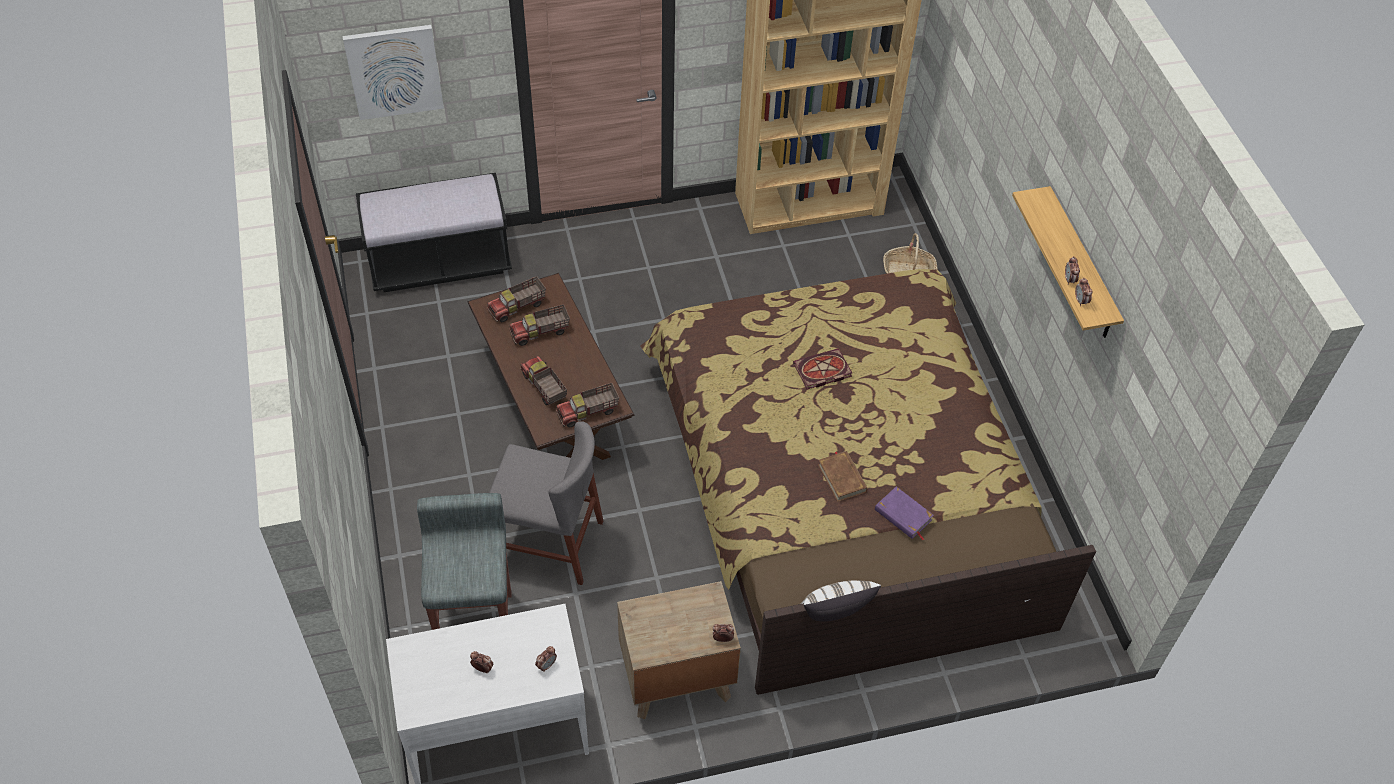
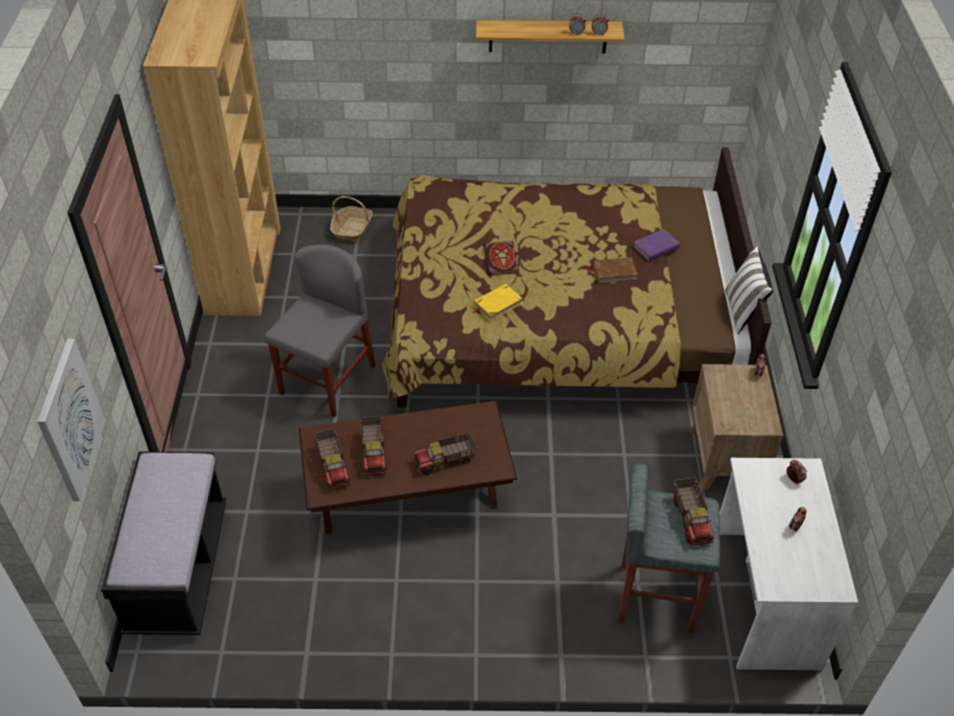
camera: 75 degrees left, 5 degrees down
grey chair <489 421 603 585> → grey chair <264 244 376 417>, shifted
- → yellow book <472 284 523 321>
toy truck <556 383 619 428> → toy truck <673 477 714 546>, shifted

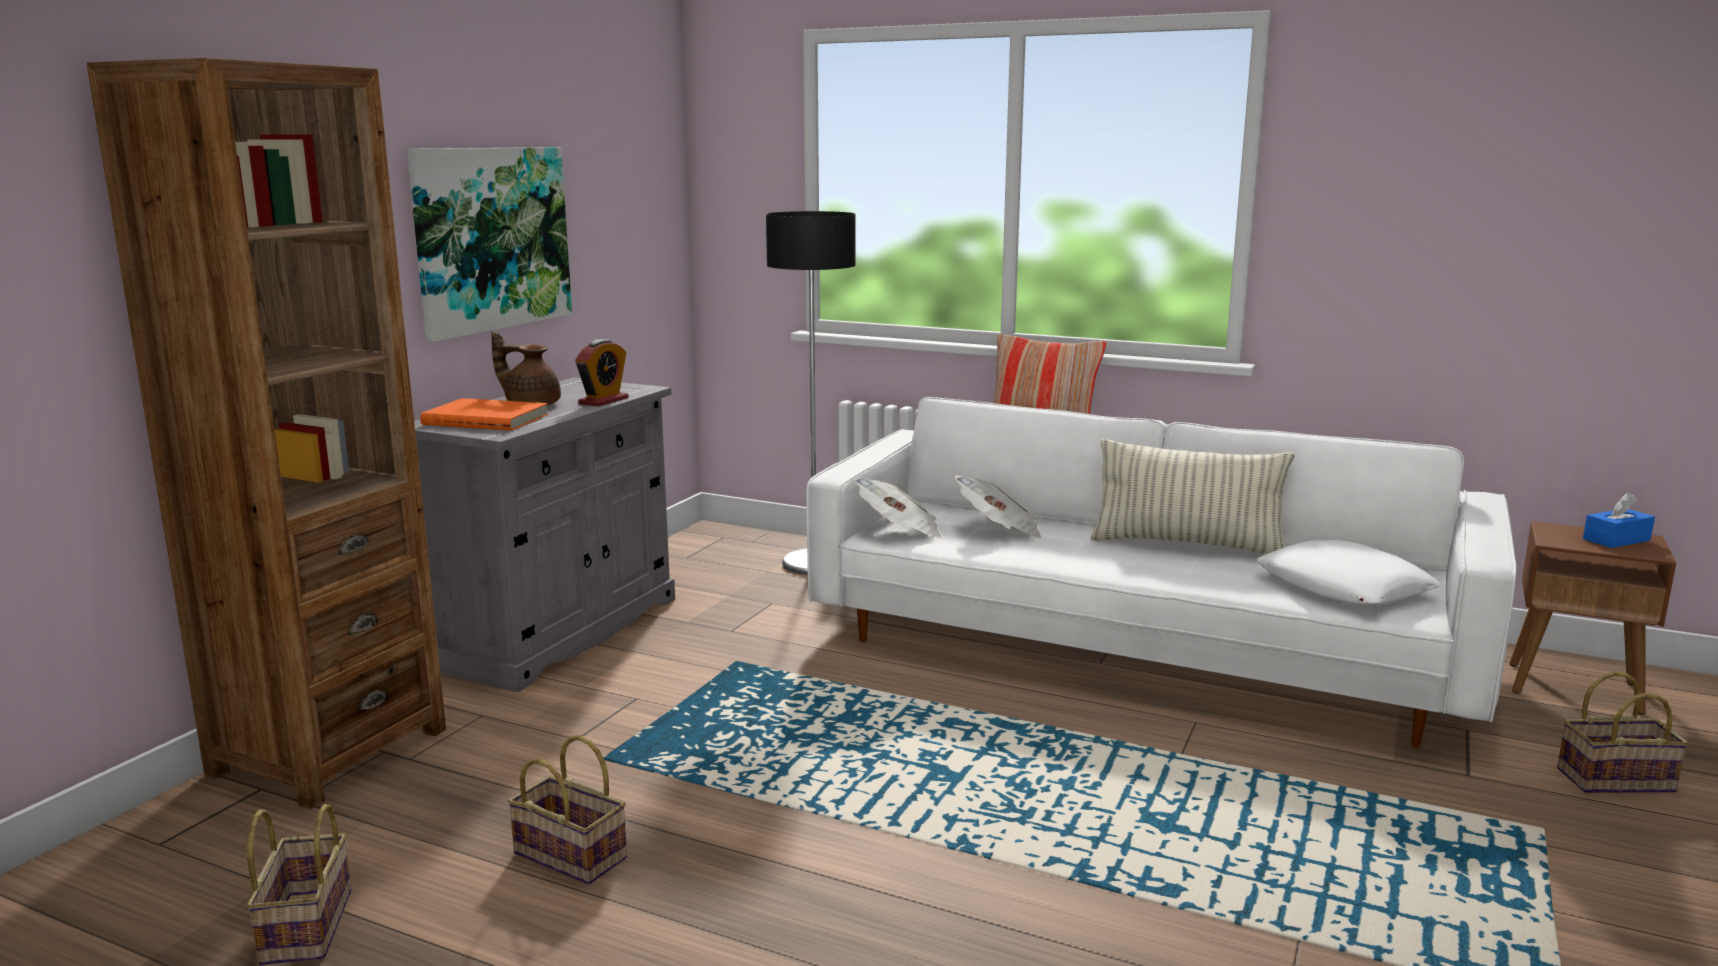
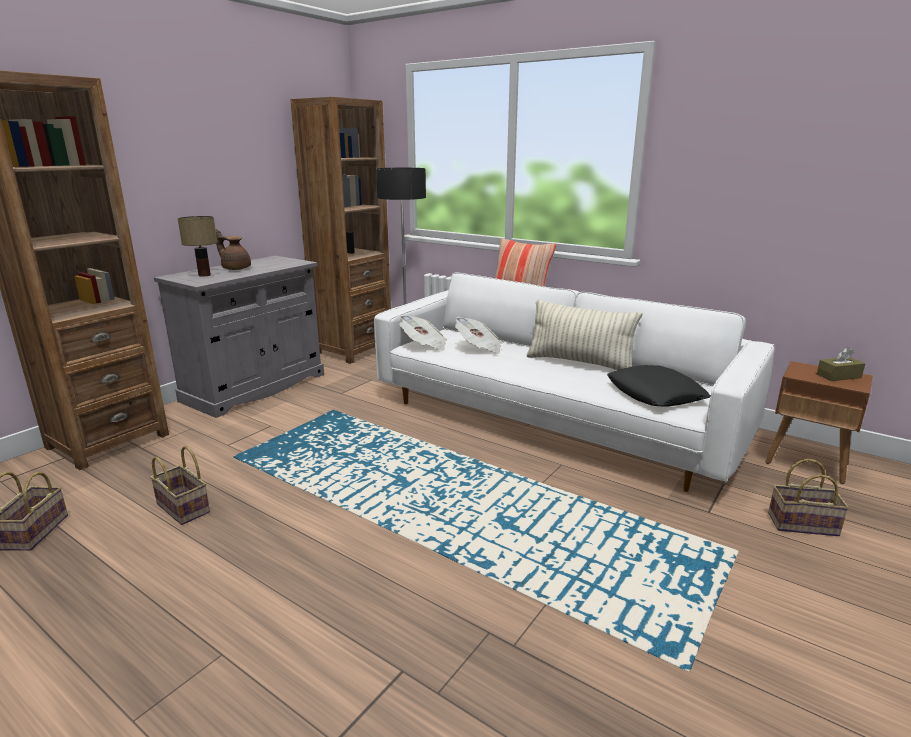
camera: 10 degrees right, 5 degrees up
orange book <420 398 548 431> → table lamp <178 216 217 277>
- → brown bookcase <290 97 391 364>
white pillow <1256 540 1442 606> → black pillow <607 365 711 407>
blue tissue box <1583 492 1655 548> → brown tissue box <817 347 866 381>
picture <407 147 572 342> → -
alarm clock <575 339 629 406> → -

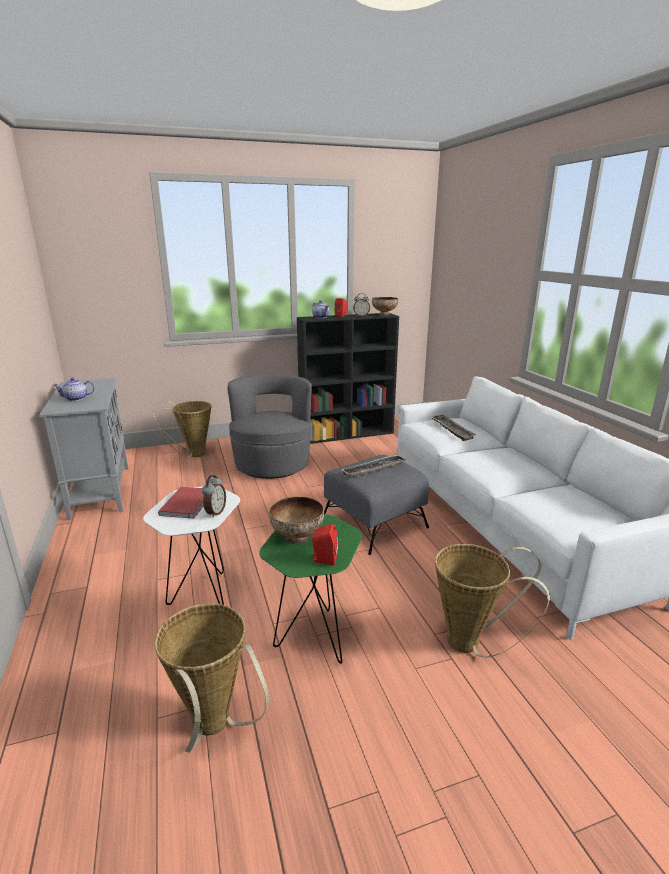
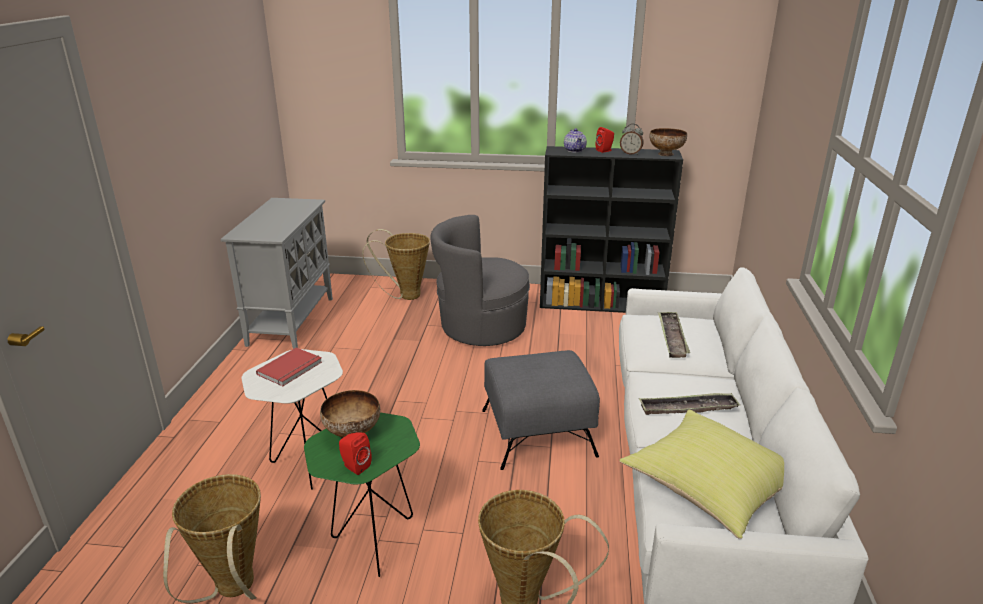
camera: 25 degrees right, 5 degrees up
grey armchair <227 374 312 479> → grey armchair <430 215 530 346>, 120 degrees counterclockwise
- → yellow pillow <619 410 784 539>
tray <342 455 407 478> → tray <639 393 740 415>, shifted
teapot <53 378 95 401> → -
alarm clock <202 475 226 518> → -

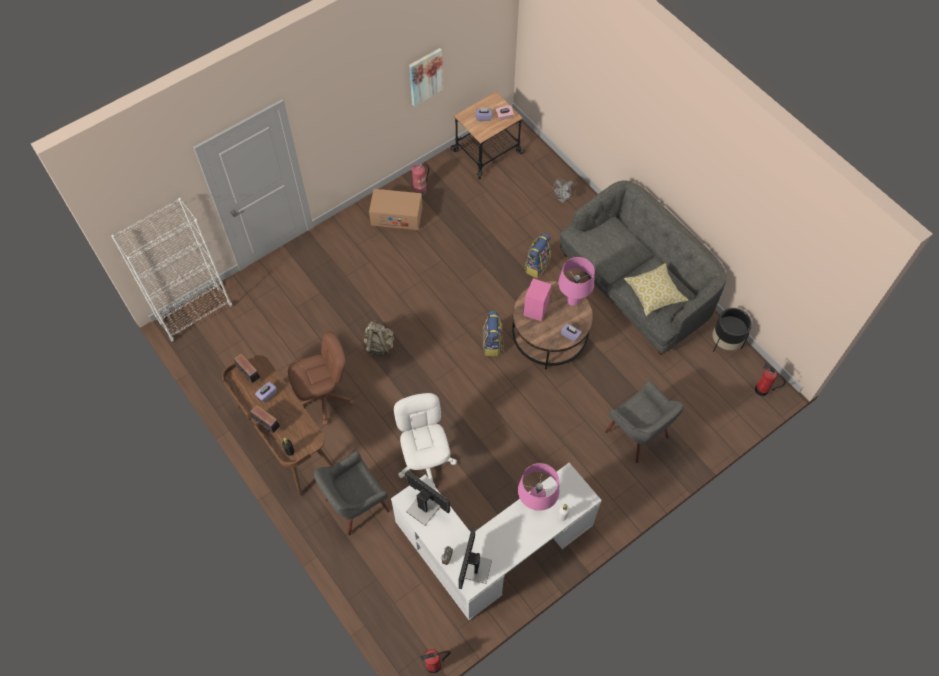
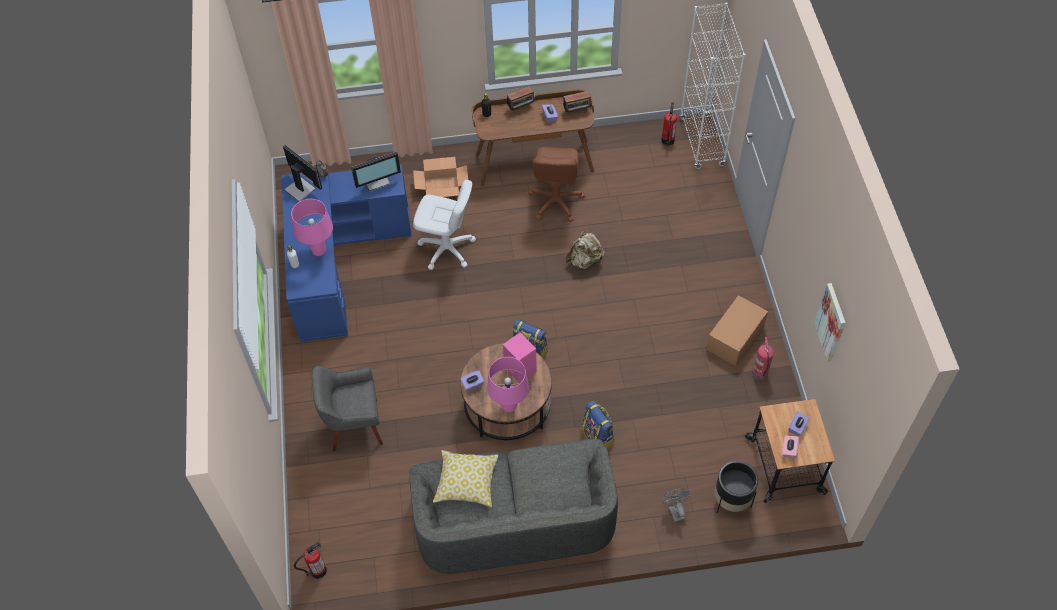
camera: 120 degrees right, 5 degrees down
white desk <391 463 602 621> → blue desk <281 164 412 342>
grey armchair <314 451 390 536> → cardboard box <413 157 468 197>
fire extinguisher <420 649 451 673> → fire extinguisher <662 102 677 146>, shifted
black planter <712 308 752 352> → black planter <714 461 758 513>, shifted

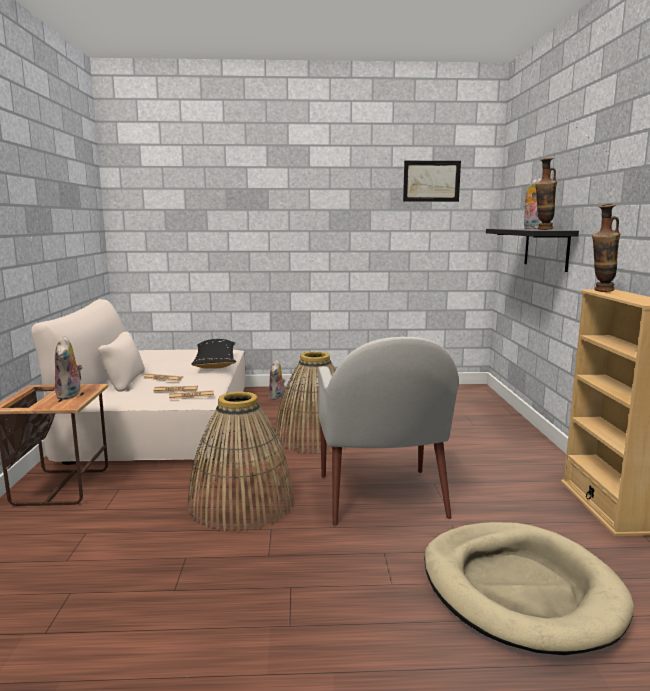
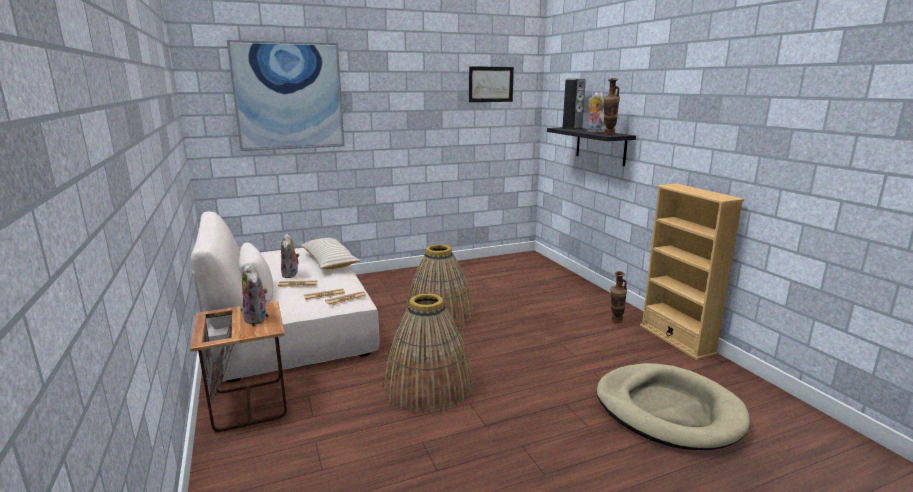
camera: 20 degrees left, 5 degrees up
- → picture <227 40 345 151>
plush toy <269 360 286 400> → plush toy <281 234 299 278>, shifted
black pillow <191 339 236 369> → beige pillow <300 238 360 269>
- → speaker <561 79 586 130>
vase <592 204 620 292> → vase <610 271 627 323>, shifted
white armchair <318 337 459 526> → -

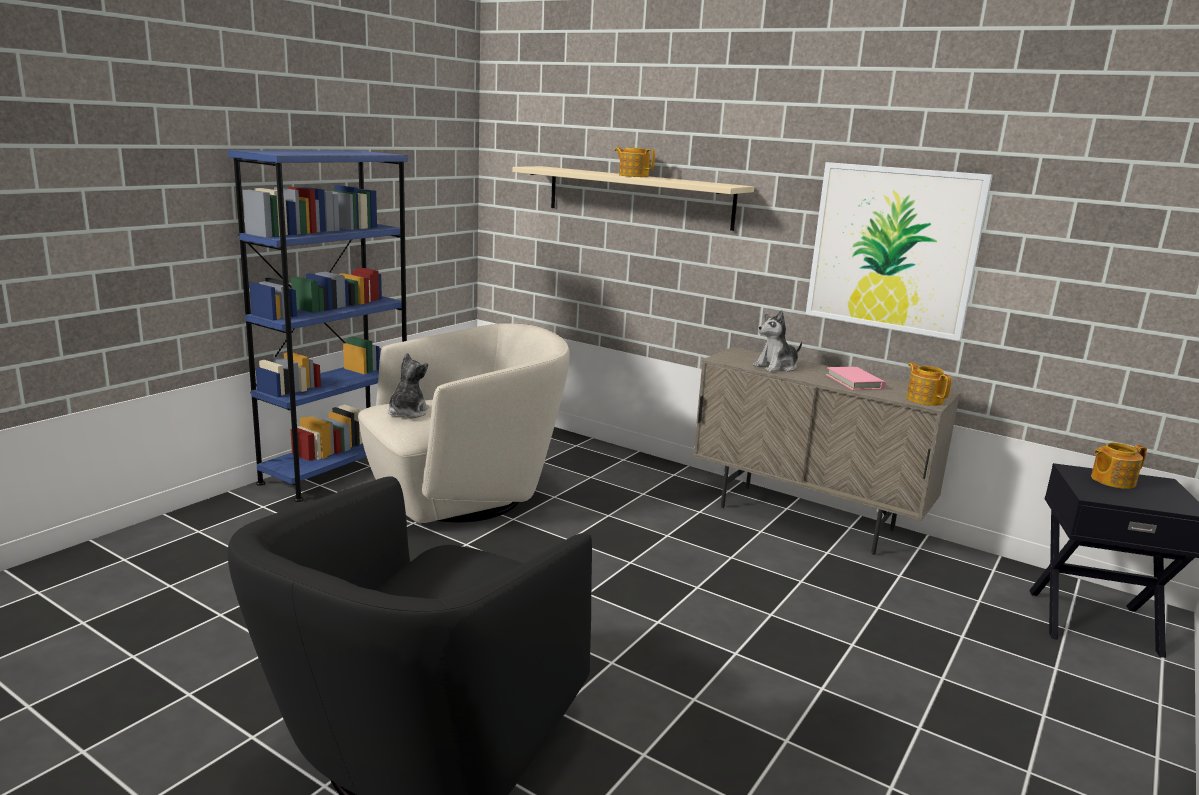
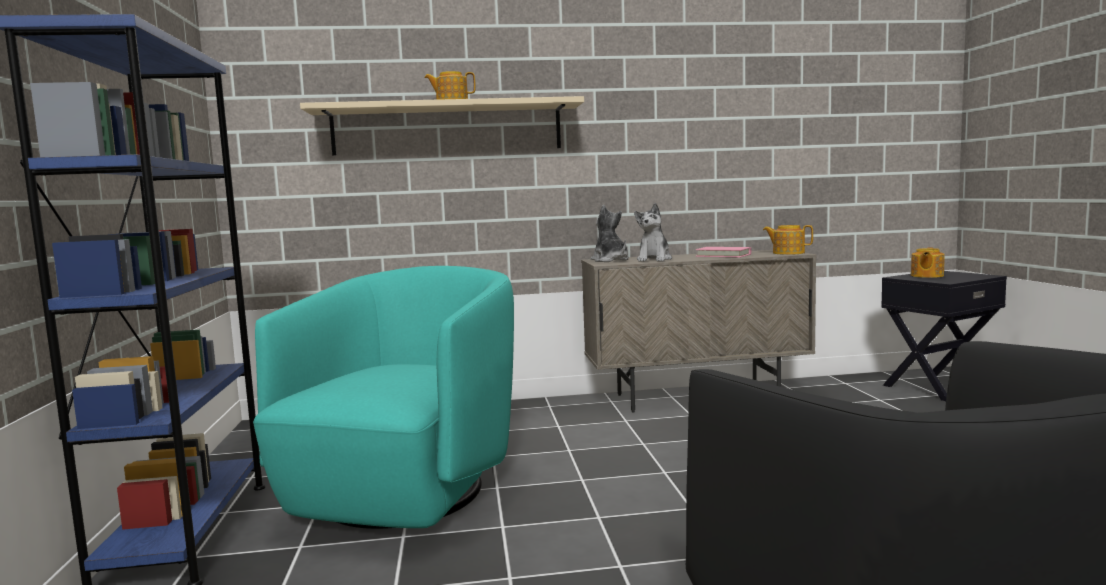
camera: 40 degrees left, 10 degrees down
beige armchair <358 323 570 523> → turquoise armchair <253 266 514 529>
plush toy <388 352 429 418> → plush toy <591 205 629 262>, shifted
picture <806 162 993 341> → -

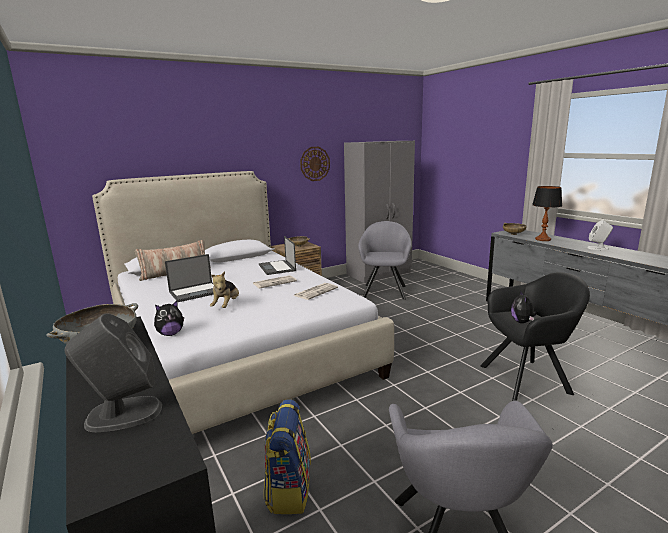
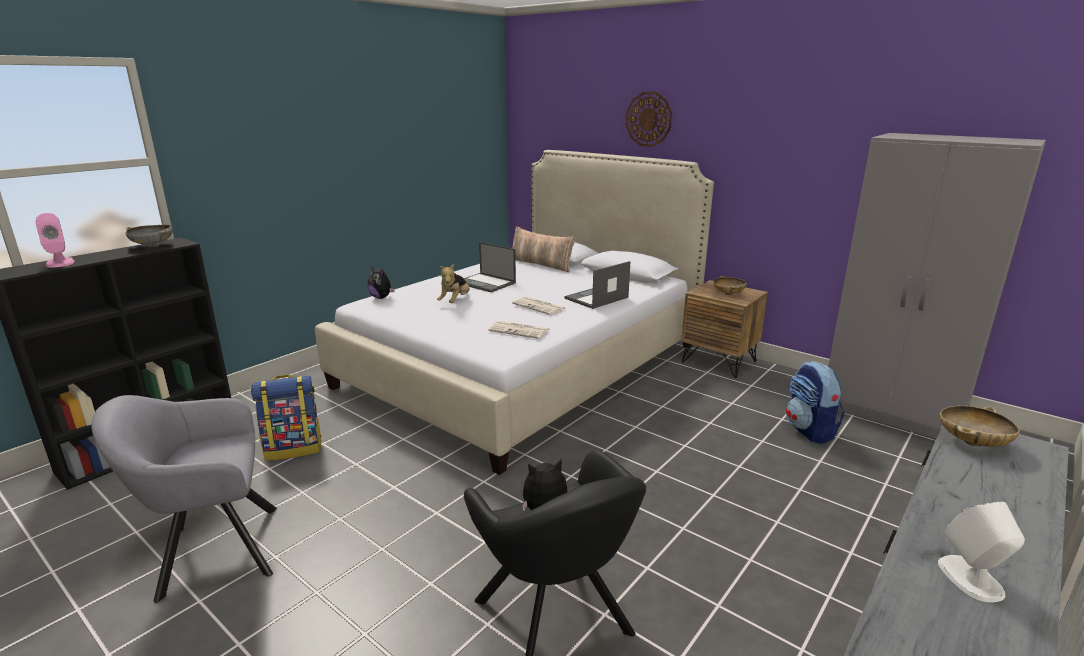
camera: 70 degrees right, 5 degrees up
grey speaker <65 314 162 432> → pink speaker <36 213 74 268>
plush toy <210 271 239 308> → plush toy <437 264 470 303>, 60 degrees counterclockwise
wall clock <300 147 330 181> → wall clock <626 92 672 147>, shifted
grey armchair <358 221 412 300> → backpack <786 361 845 444>
table lamp <532 186 562 241> → -

